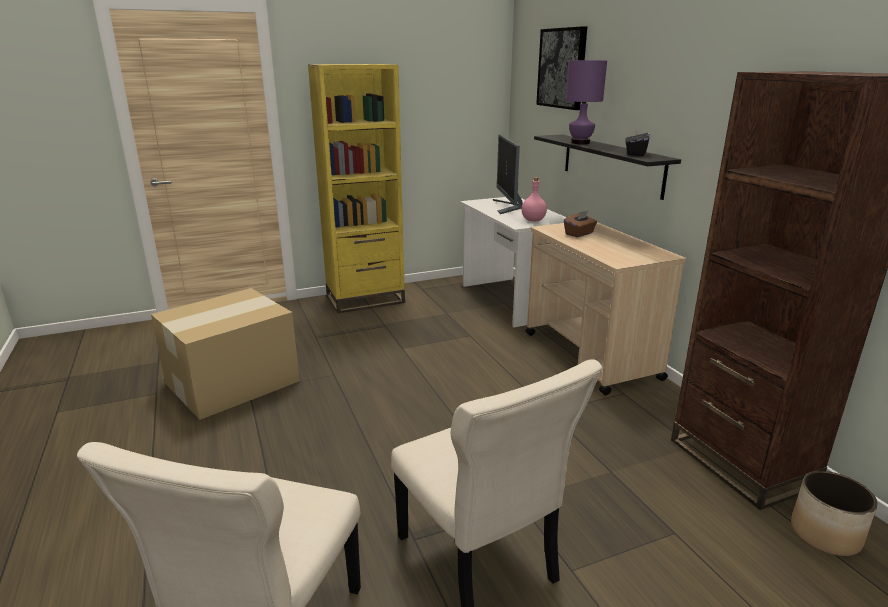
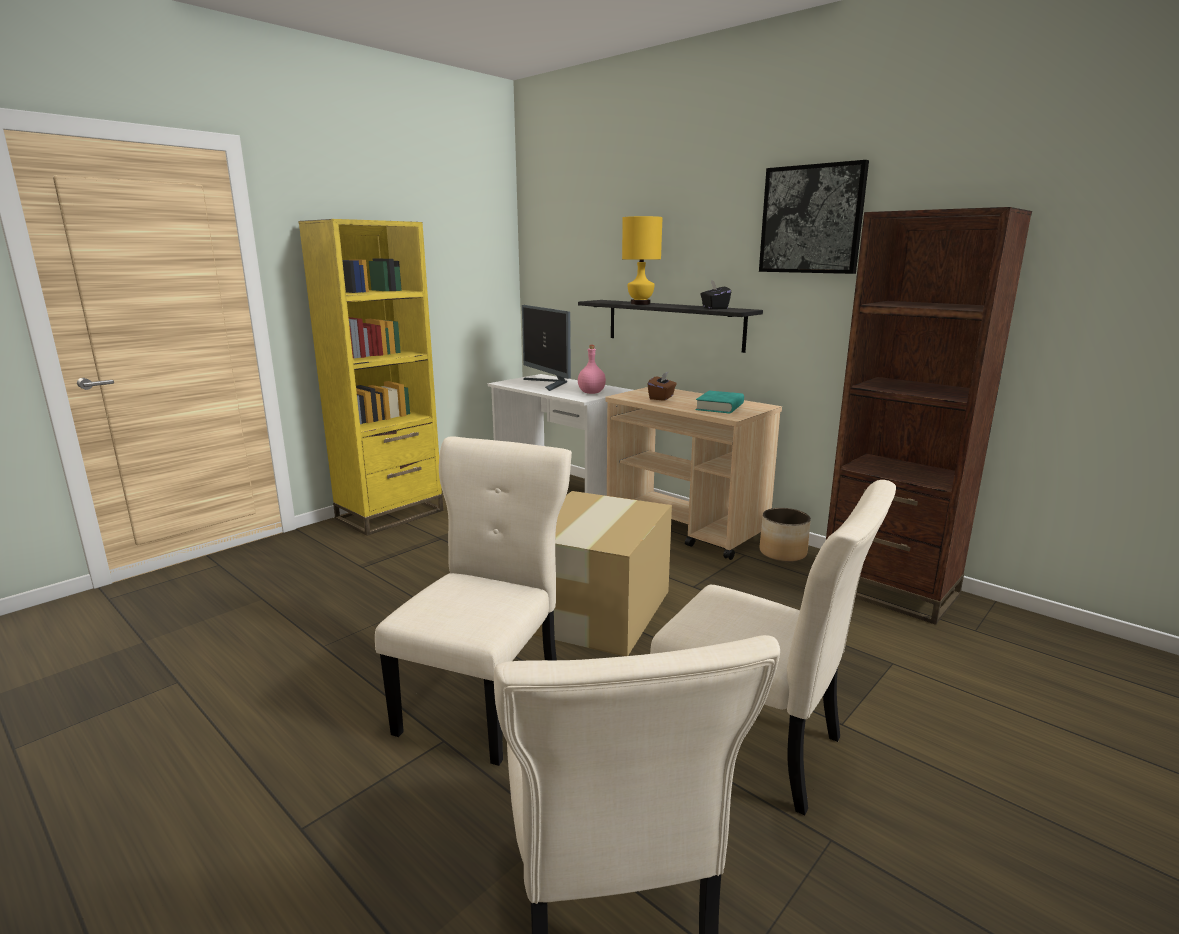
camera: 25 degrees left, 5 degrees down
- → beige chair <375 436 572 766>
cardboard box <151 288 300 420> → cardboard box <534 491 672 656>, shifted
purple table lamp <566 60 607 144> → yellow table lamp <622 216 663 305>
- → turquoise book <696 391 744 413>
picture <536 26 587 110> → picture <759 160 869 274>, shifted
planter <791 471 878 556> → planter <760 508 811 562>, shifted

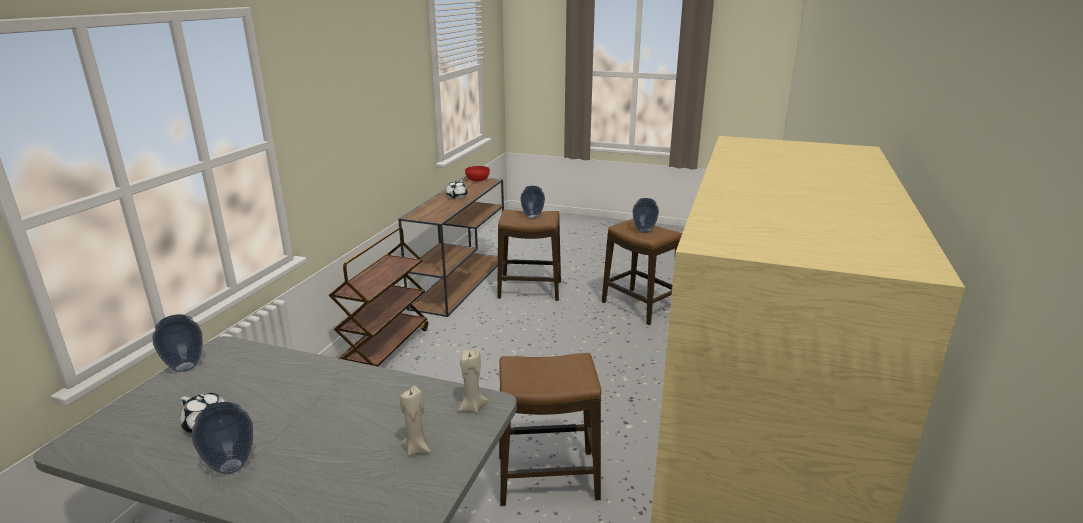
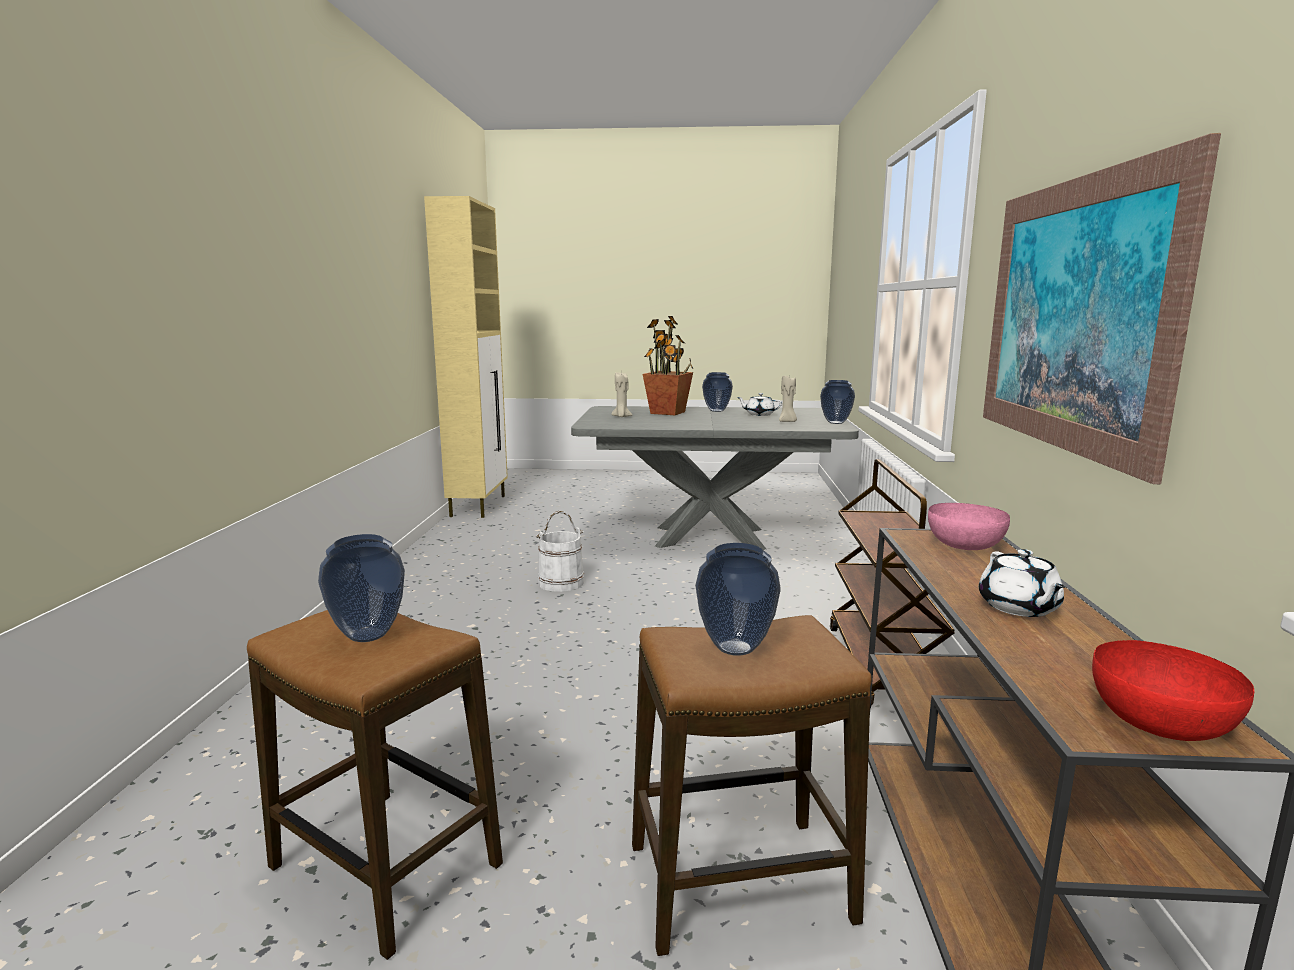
camera: 165 degrees right, 10 degrees down
stool <499 353 602 506> → white bucket <536 511 584 592>
- → potted plant <643 316 693 415>
beige candle <458 348 488 413> → beige candle <779 376 797 422>, shifted
- → pink bowl <928 503 1010 550>
- → picture <983 133 1221 484>

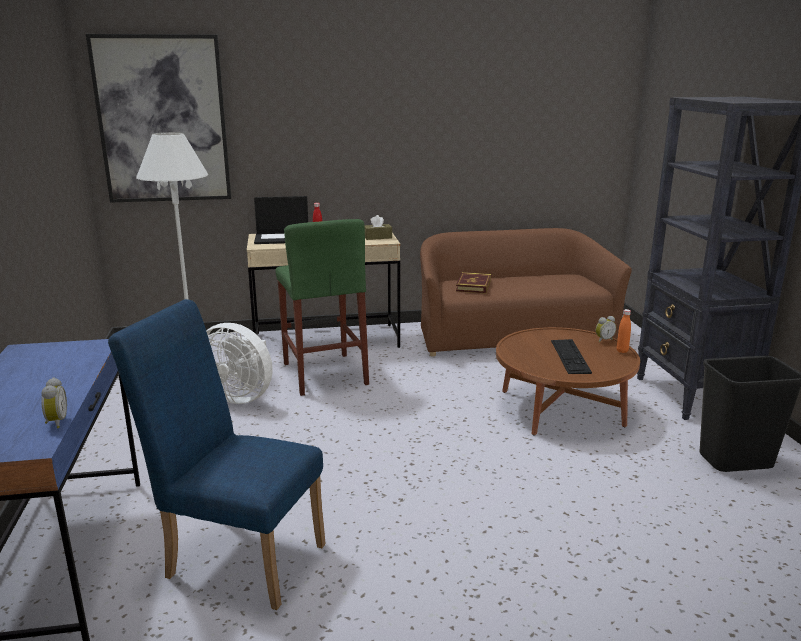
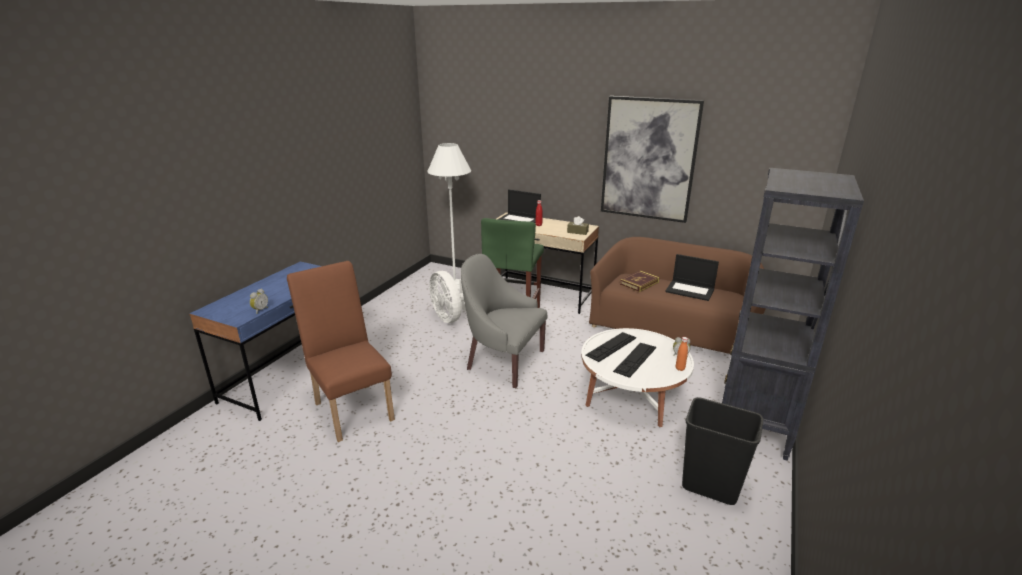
camera: 35 degrees right, 5 degrees up
blue chair <108 299 326 610> → brown chair <287 261 395 442>
- → grey armchair <461 254 547 388>
brown coffee table <496 327 640 435> → white coffee table <581 328 694 427>
- → keyboard <585 332 636 362>
picture <86 34 232 203> → picture <601 96 704 223>, shifted
- → laptop <665 254 719 301>

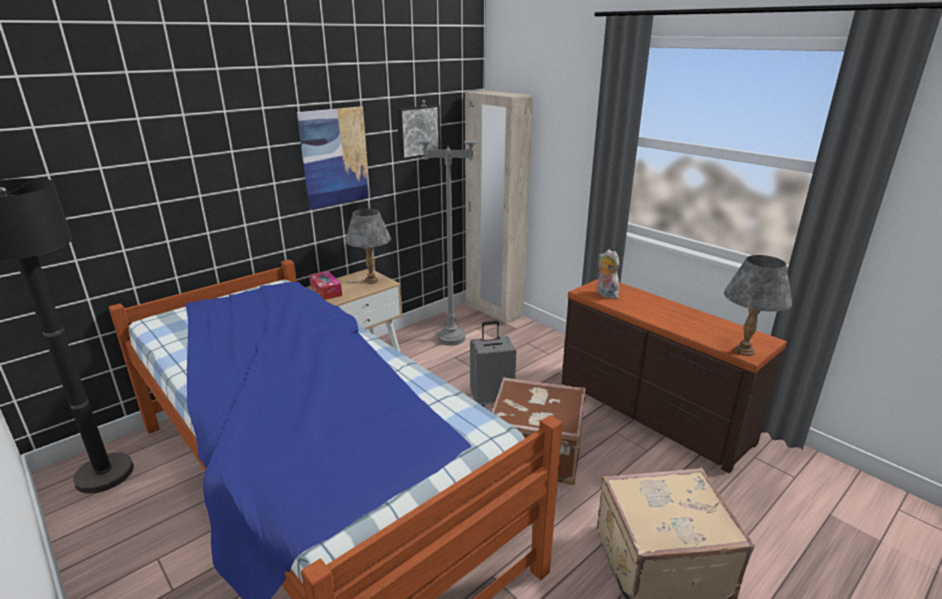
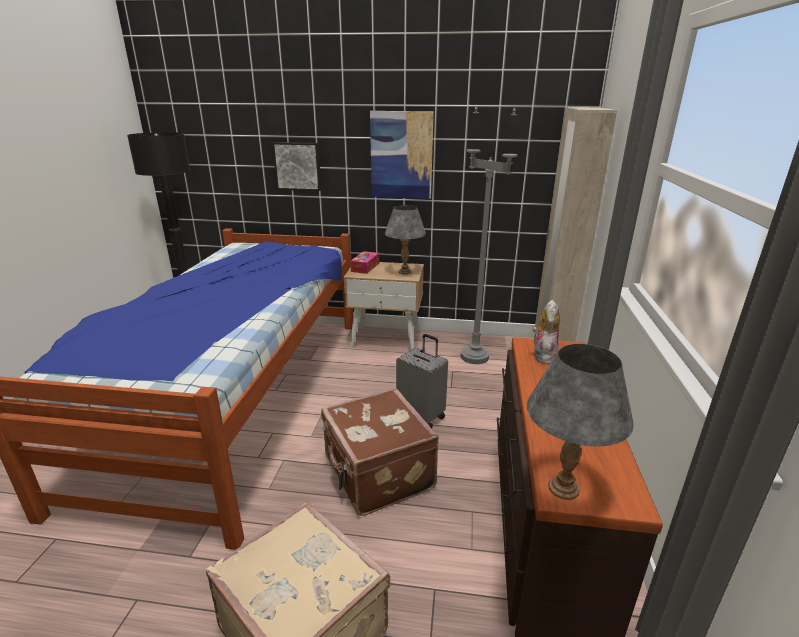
camera: 50 degrees right, 0 degrees up
picture <397 105 441 160> → picture <272 142 321 191>, shifted

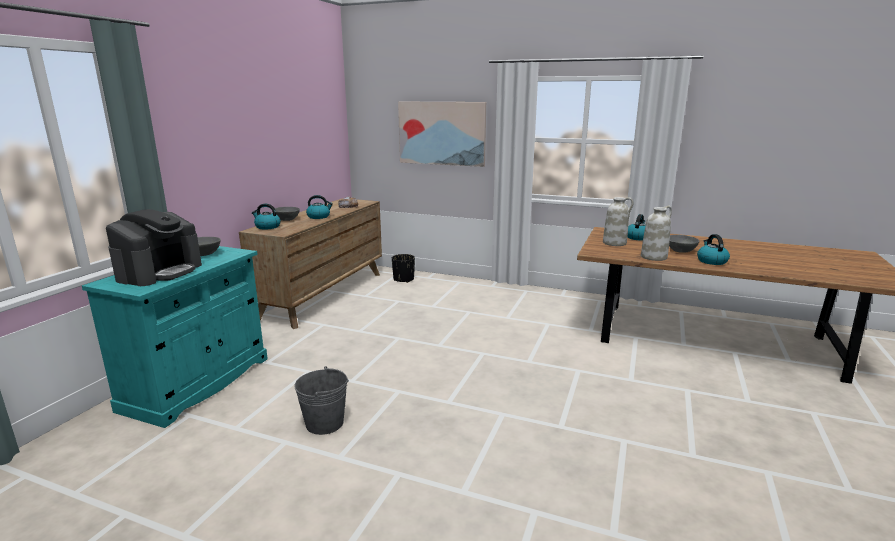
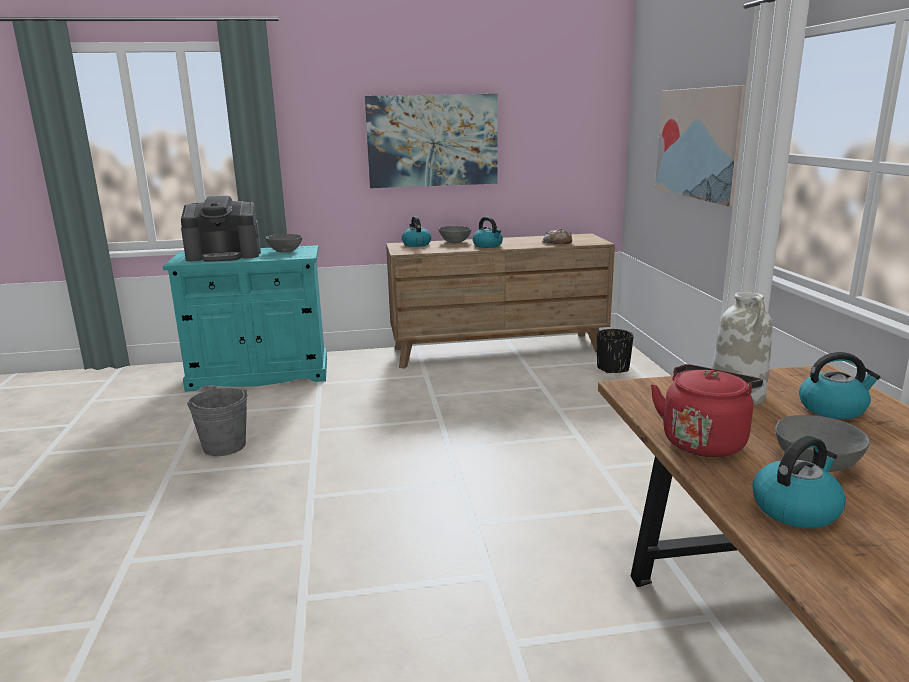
camera: 60 degrees right, 0 degrees up
- → picture <365 94 498 188>
white vase <641 206 672 261> → red kettle <651 364 763 457>

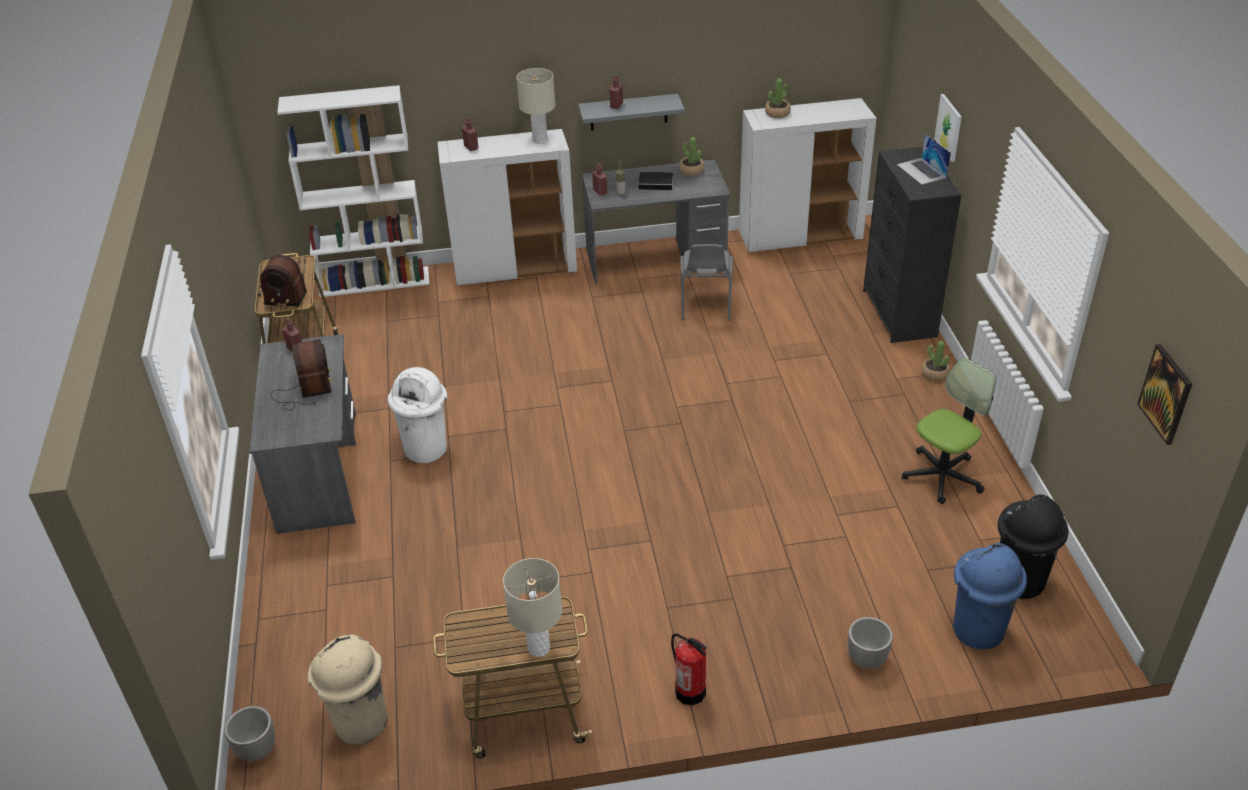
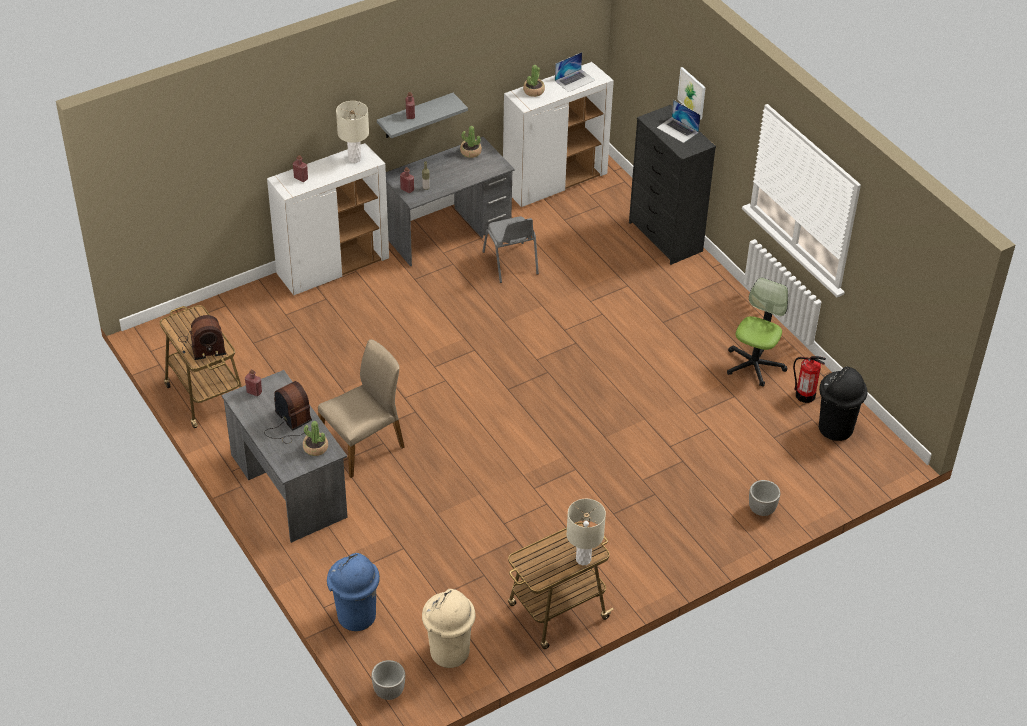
camera: 25 degrees left, 5 degrees up
potted plant <922 341 950 381> → potted plant <303 421 328 456>, shifted
white trash can <388 367 447 463> → beige chair <318 339 404 478>
blue trash can <953 543 1027 650> → blue trash can <327 553 380 631>, shifted
- → laptop <555 52 595 92>
fire extinguisher <671 633 707 705> → fire extinguisher <793 356 826 403>, shifted
white bookcase <277 85 430 297> → -
book <638 172 678 190> → -
picture <1137 344 1192 445> → -

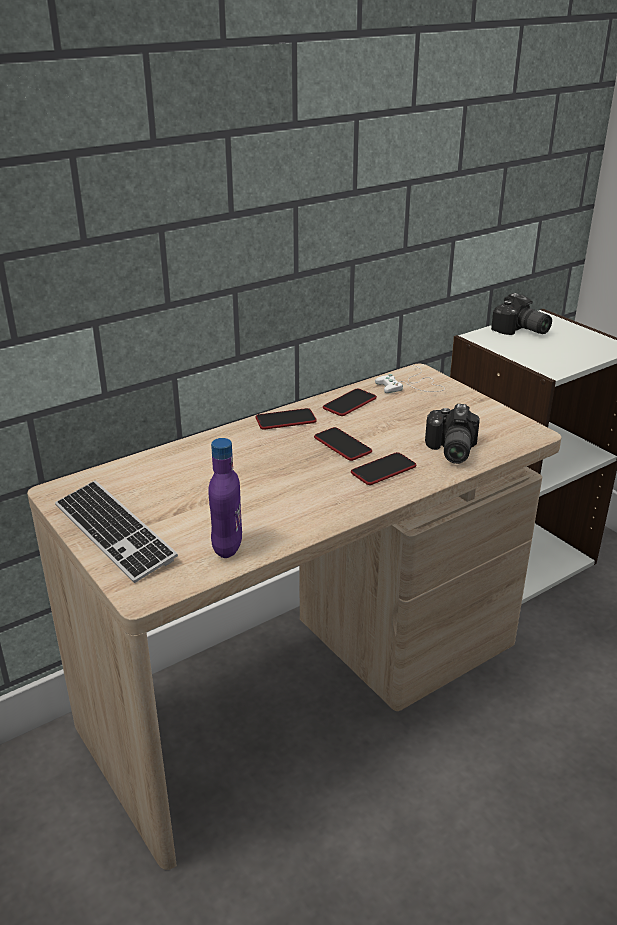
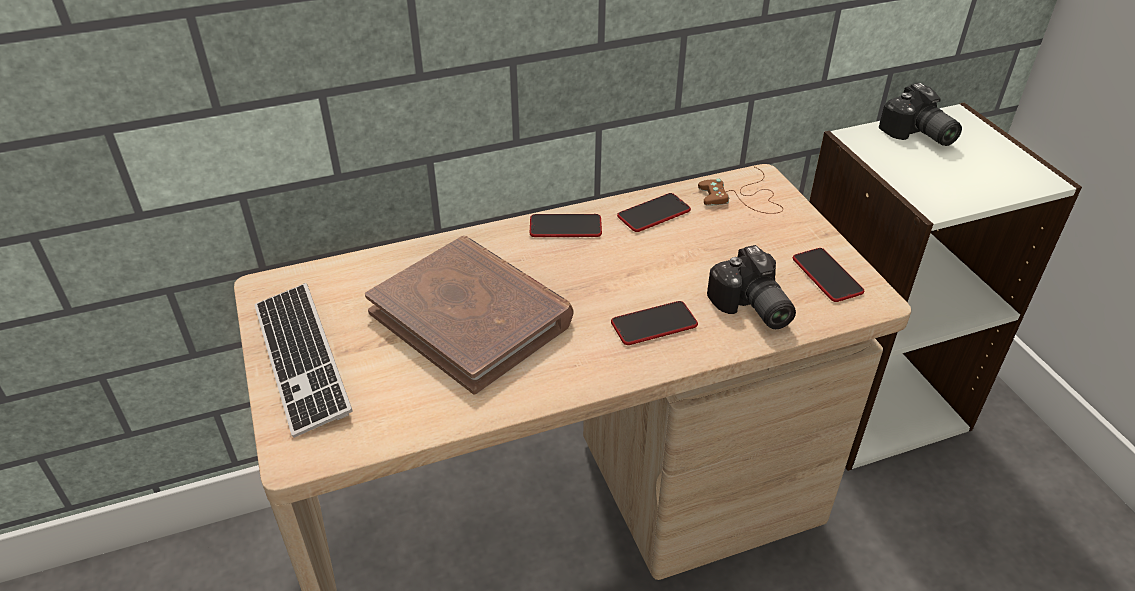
camera: 15 degrees right, 10 degrees up
- → brown book <365 236 573 395>
white game controller <375 365 445 393> → brown game controller <698 167 783 214>
photo camera <425 404 480 464> → photo camera <707 245 796 329>, 45 degrees counterclockwise
phone <314 427 372 461> → phone <793 248 864 302>, shifted
purple bottle <209 438 242 558> → -

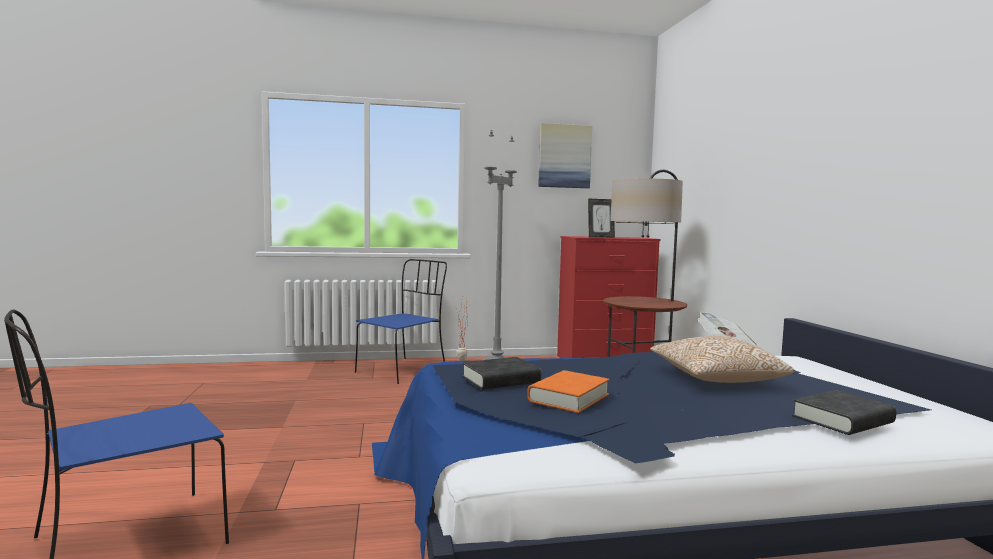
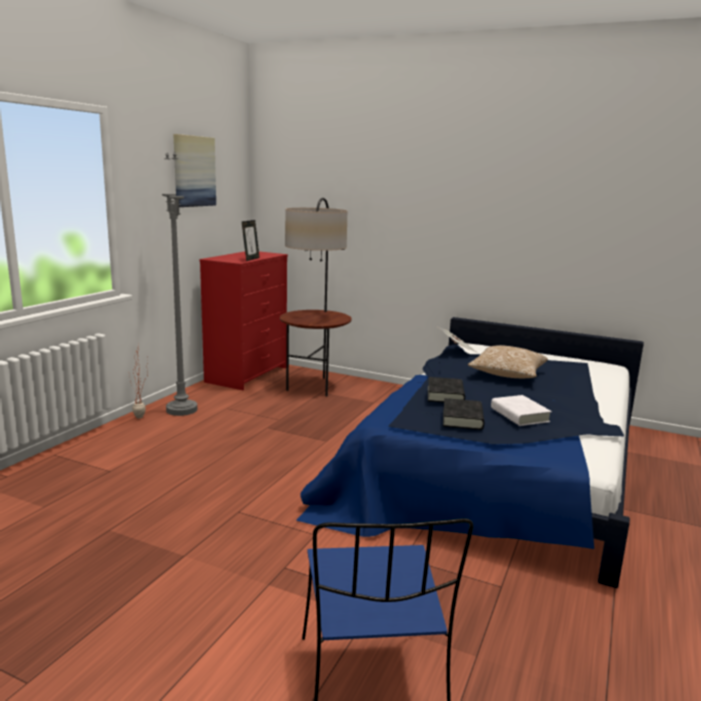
camera: 55 degrees left, 10 degrees up
black book <792 390 896 435> → black book <428 377 465 403>, shifted
orange book <527 370 610 413> → white book <491 395 552 426>
blue chair <355 259 447 384> → -

